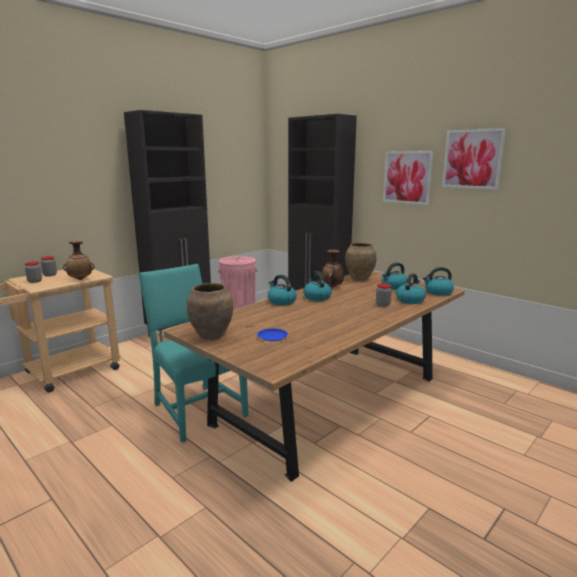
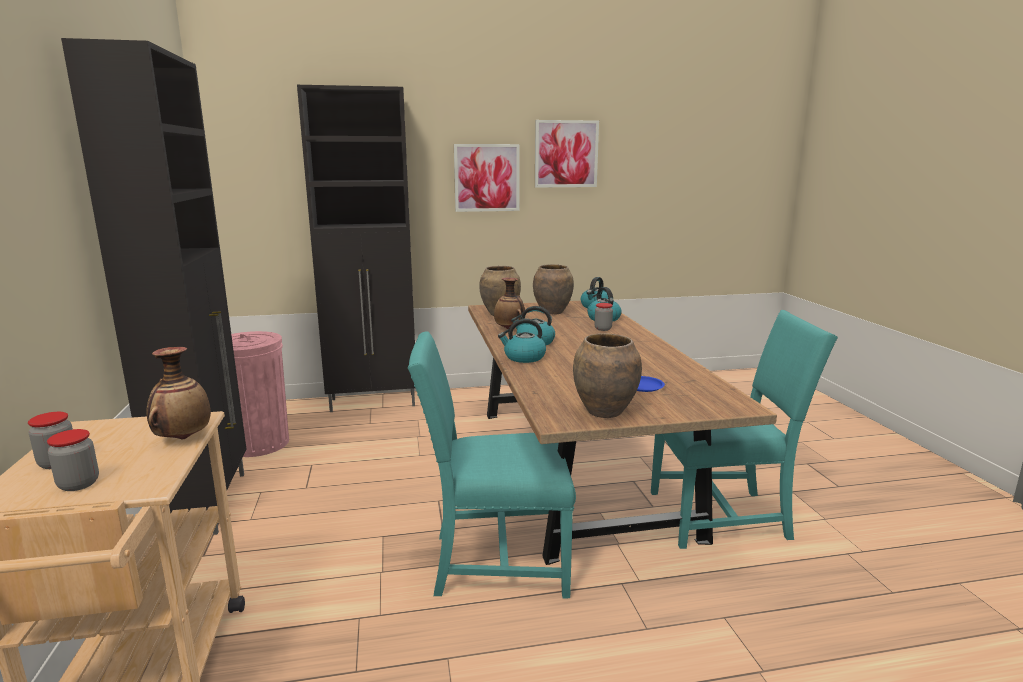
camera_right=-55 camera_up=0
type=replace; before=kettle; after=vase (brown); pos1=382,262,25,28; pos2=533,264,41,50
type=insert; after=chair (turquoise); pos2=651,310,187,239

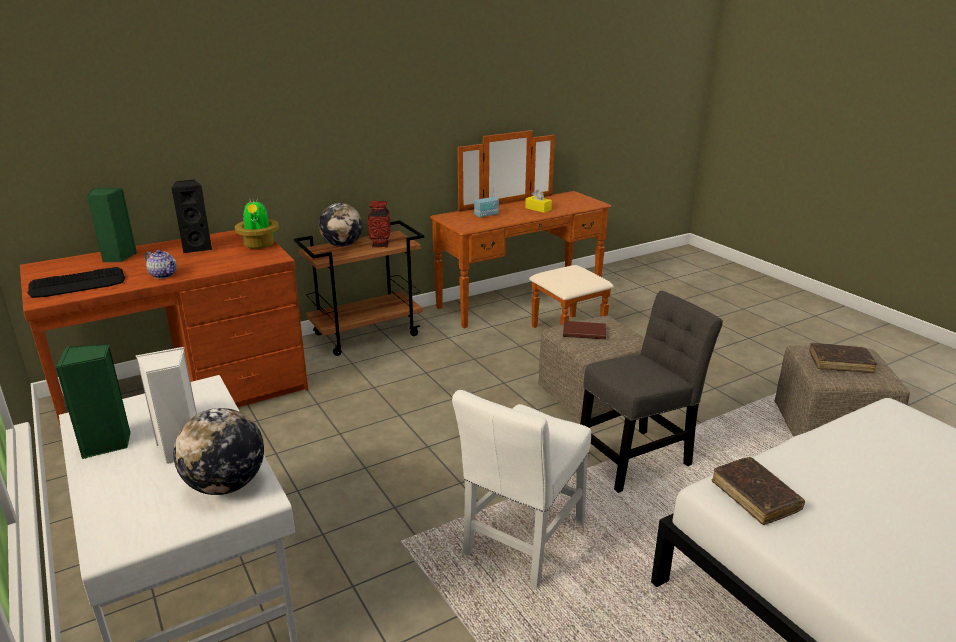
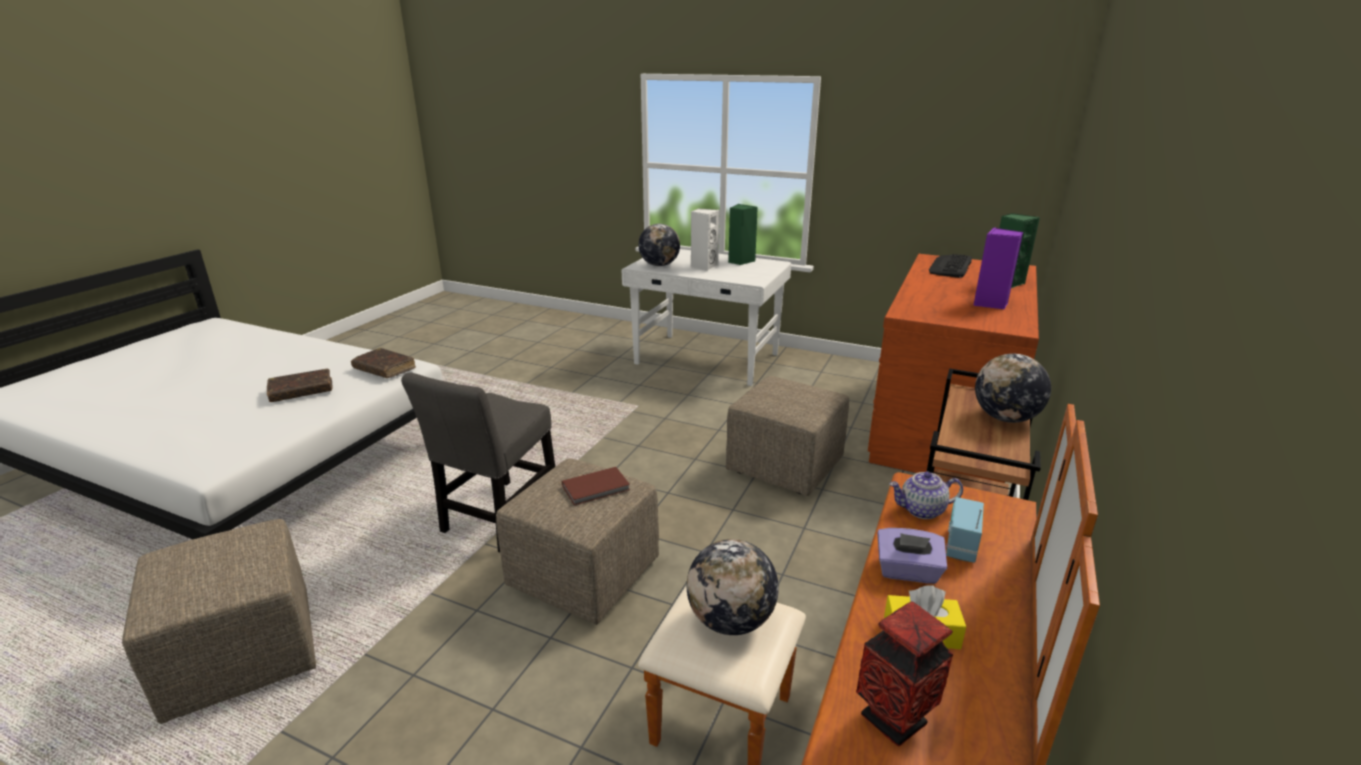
camera_right=145 camera_up=0
type=move; before=teapot; pos1=145,250,32,29; pos2=889,472,74,47
type=recolor; before=speaker (black); after=speaker (purple); pos1=171,180,41,73; pos2=973,228,50,81
type=delete; before=potted plant; pos1=235,198,44,51
type=move; before=vase; pos1=368,201,23,47; pos2=856,602,97,144
type=delete; before=chair (white); pos1=452,390,139,199
type=move; before=book (brown); pos1=809,343,68,30; pos2=267,369,65,33
type=insert; after=globe; pos2=687,539,92,96
type=insert; after=ottoman (beige); pos2=726,376,123,120
type=insert; after=tissue box (purple); pos2=877,528,70,56

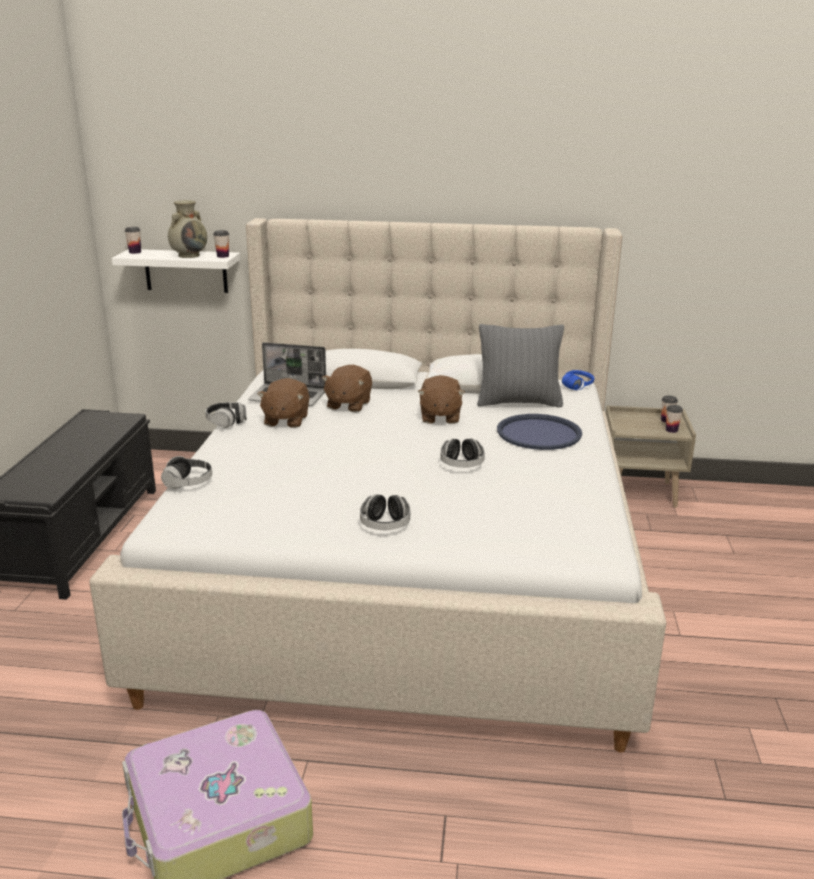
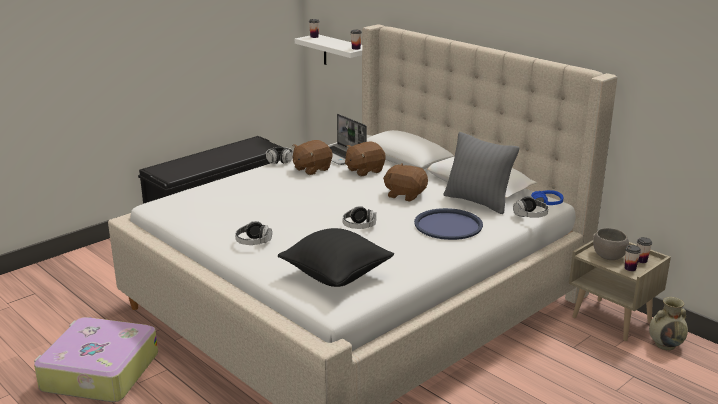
camera_right=40 camera_up=0
type=move; before=headphones; pos1=161,456,51,33; pos2=513,196,36,22
type=move; before=vase (beige); pos1=168,200,39,58; pos2=649,297,39,53
type=rotate; before=plush toy (brown); pos1=418,375,47,49; pos2=383,163,45,39; turn=75
type=insert; after=pillow (black); pos2=278,228,116,59
type=insert; after=bowl (grey); pos2=593,228,36,32

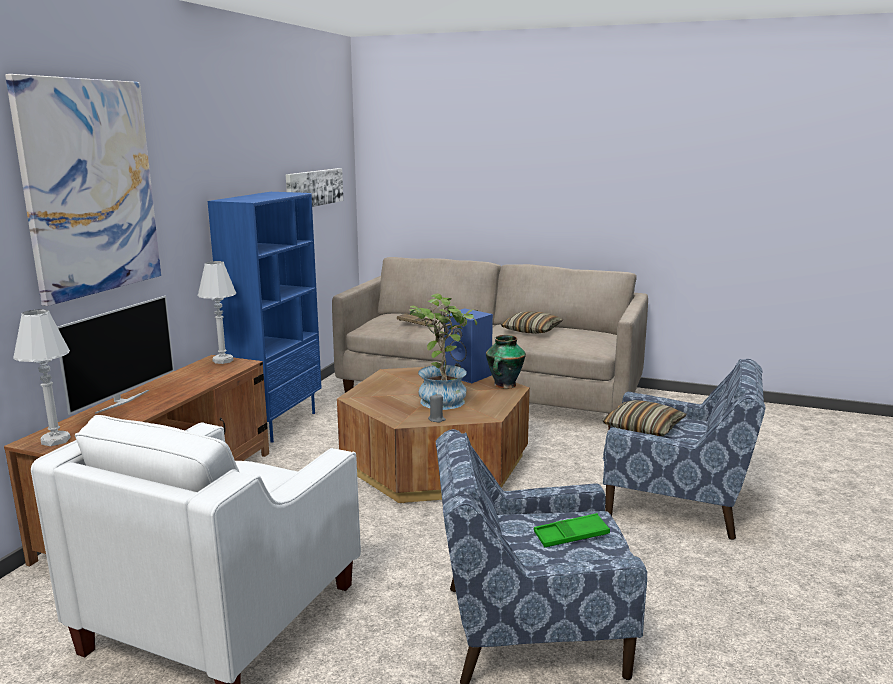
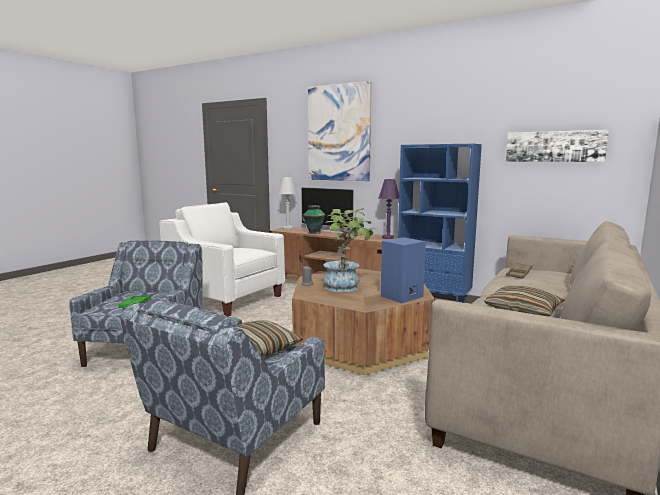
camera_right=100 camera_up=-5
type=recolor; before=table lamp (white); after=table lamp (purple); pos1=198,261,38,103; pos2=378,179,21,60
type=move; before=vase; pos1=486,335,40,54; pos2=302,205,23,29

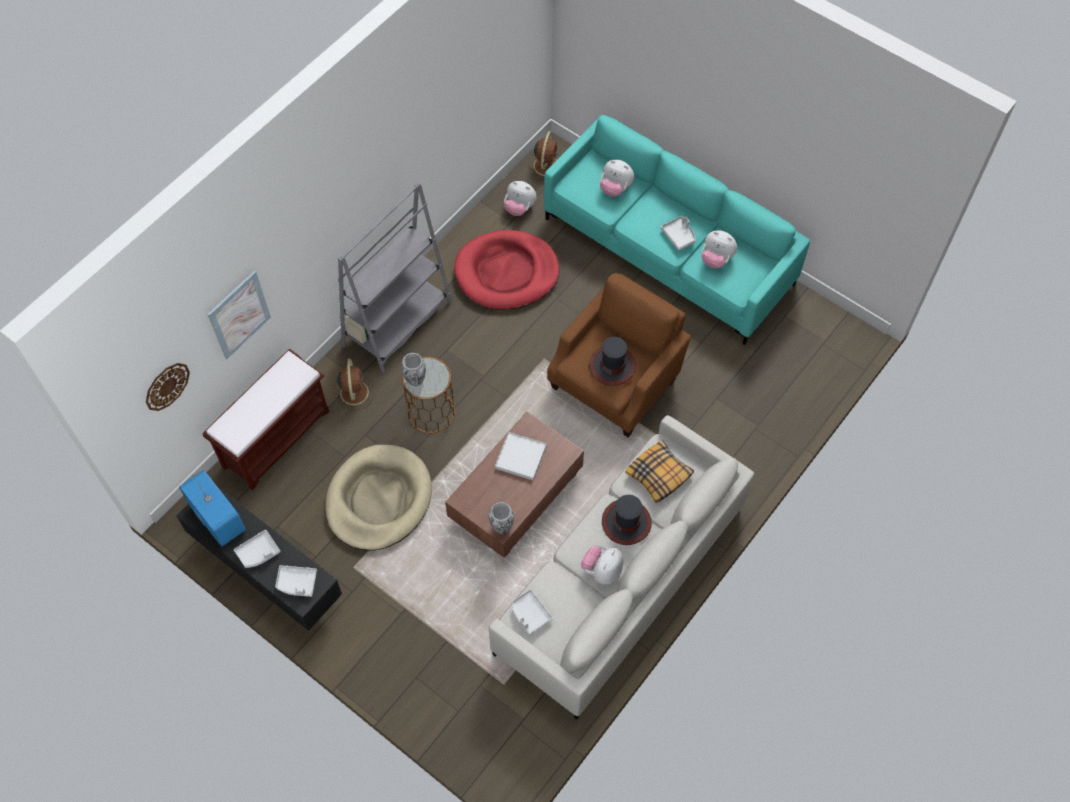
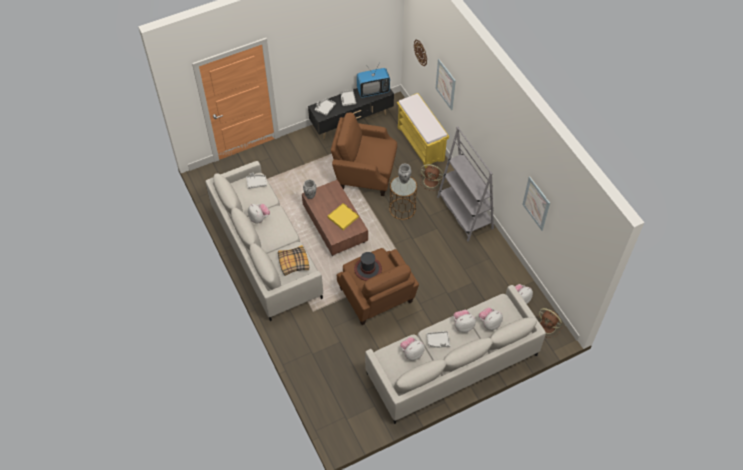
camera_right=115 camera_up=-5
type=recolor; before=bench (brown); after=bench (yellow); pos1=202,349,127,141; pos2=397,93,52,75
type=replace; before=dog bed (beige); after=armchair (brown); pos1=326,445,106,106; pos2=331,112,66,84
type=delete; before=dog bed (red); pos1=454,230,106,80
type=recolor; before=tray (white); after=tray (yellow); pos1=495,432,51,48; pos2=327,203,32,27
type=recolor; before=sofa (turquoise); after=sofa (grey); pos1=544,115,266,230; pos2=365,285,181,139
type=delete; before=hat; pos1=602,495,50,50
type=insert; after=plush toy; pos2=454,310,22,23
type=insert; after=picture; pos2=522,176,28,55

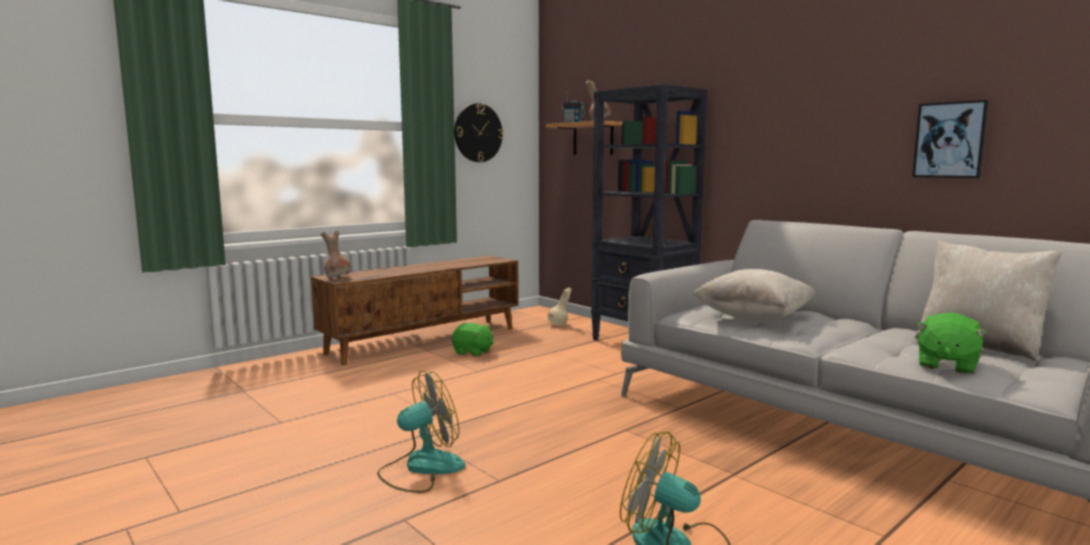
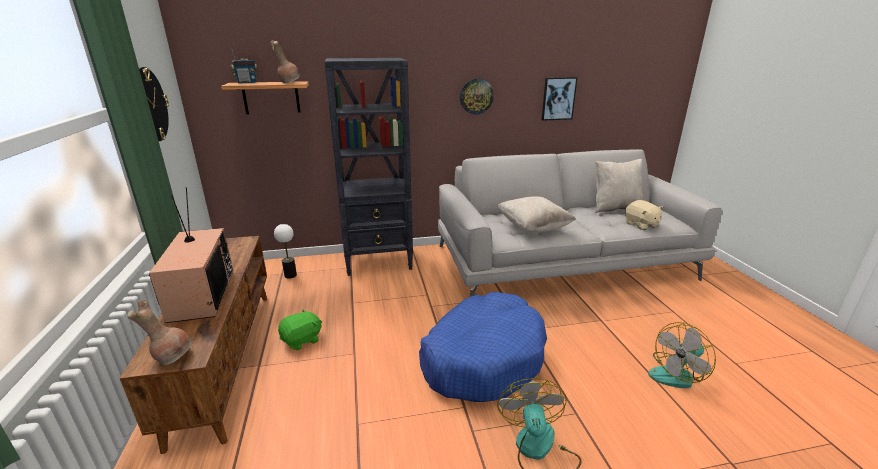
camera_right=-60 camera_up=15
type=replace; before=vase (beige); after=table lamp; pos1=547,287,25,39; pos2=274,224,23,55
type=recolor; before=plush toy (green); after=plush toy (beige); pos1=915,313,73,61; pos2=625,200,38,30
type=insert; after=television; pos2=149,187,84,136
type=insert; after=dog bed (blue); pos2=419,292,128,110
type=insert; after=wall clock; pos2=460,78,34,37

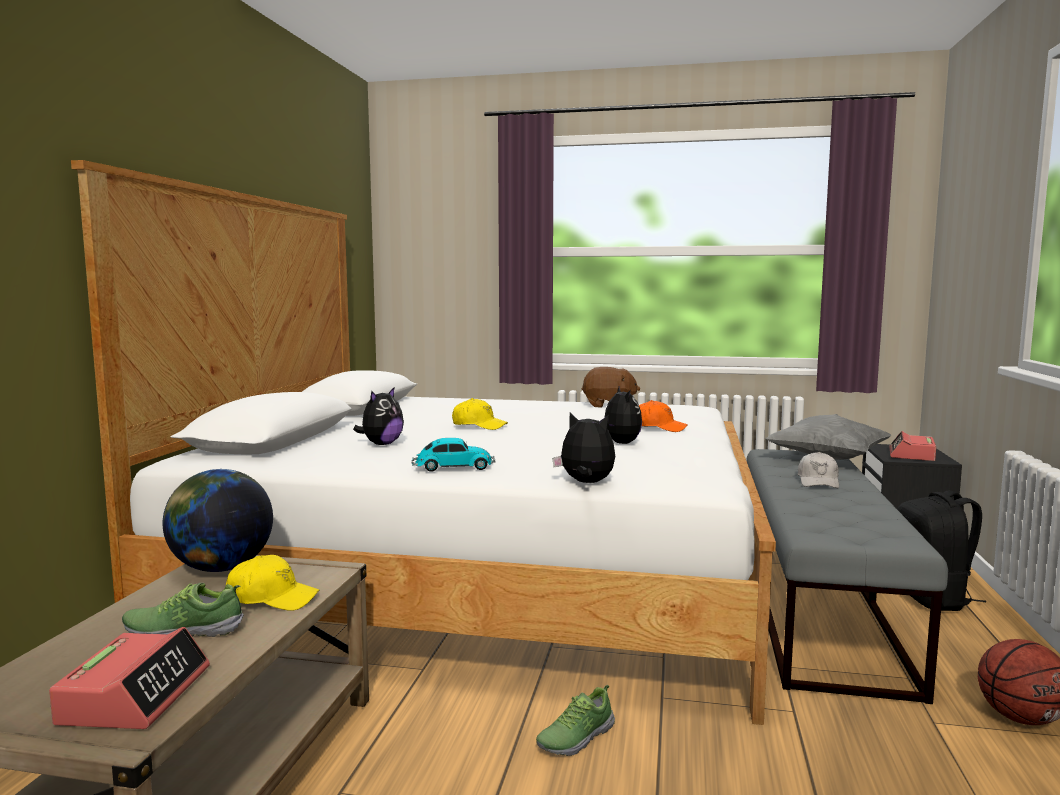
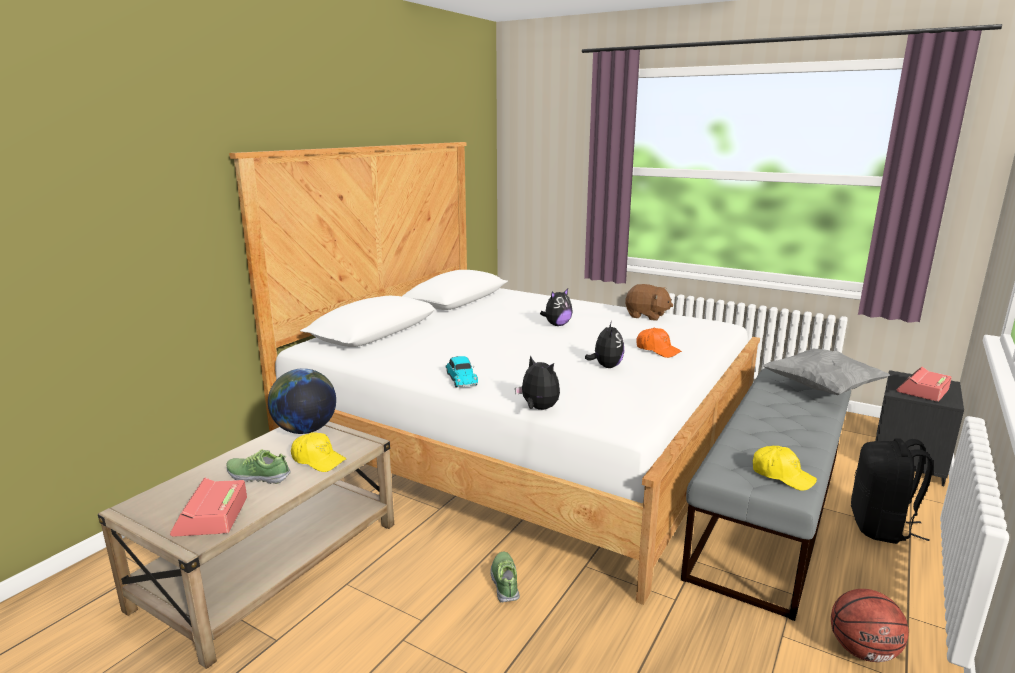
camera_right=20 camera_up=10
type=rotate; before=alarm clock; pos1=49,627,161,102; pos2=170,478,77,59; turn=150
type=move; before=plush toy; pos1=353,388,51,57; pos2=540,289,33,37
type=rotate; before=toy car; pos1=411,438,84,34; pos2=445,356,33,32; turn=60
type=move; before=cap (yellow); pos1=452,398,56,32; pos2=753,446,64,45
type=rotate; before=shoe; pos1=536,685,79,71; pos2=490,552,30,51; turn=105
type=delete; before=cap (white); pos1=798,452,41,36

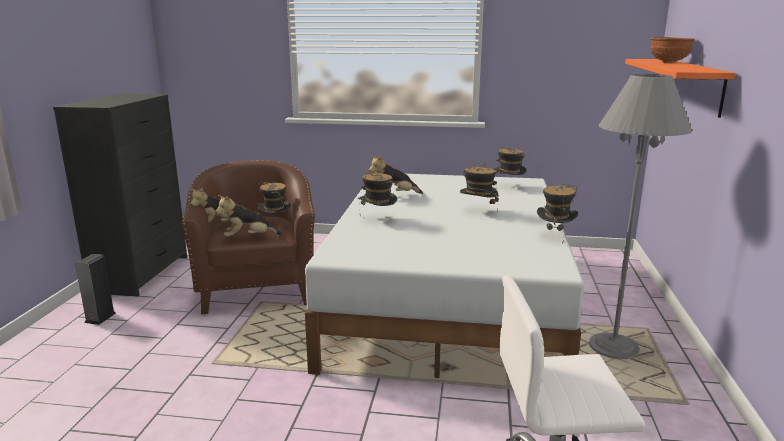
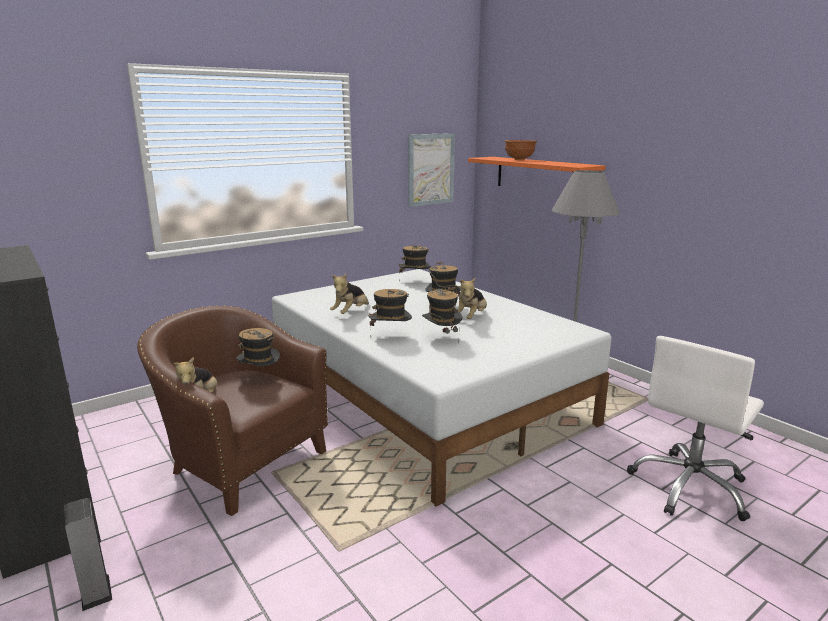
camera_right=-45 camera_up=0
type=move; before=plush toy; pos1=215,195,67,42; pos2=458,278,29,41
type=move; before=hat; pos1=537,184,41,57; pos2=422,287,40,56
type=insert; after=picture; pos2=408,133,47,74

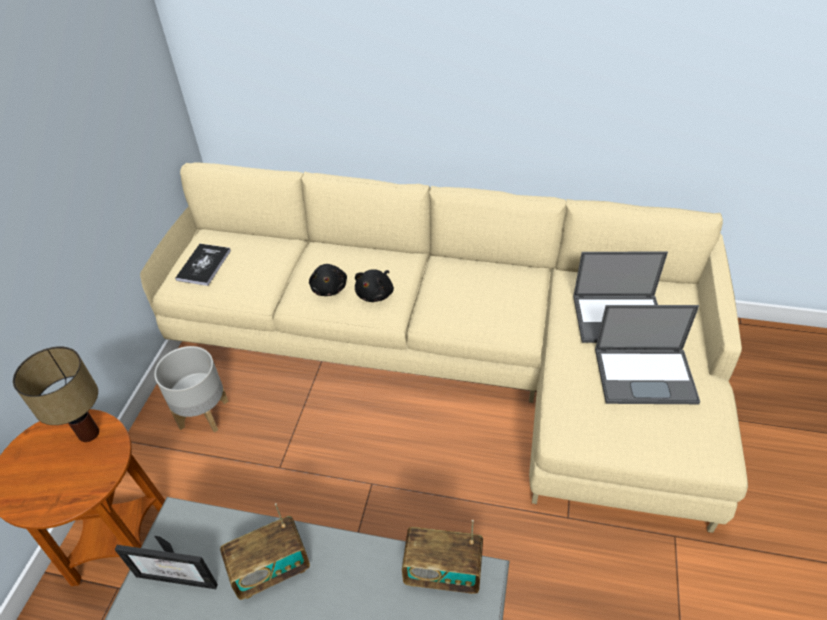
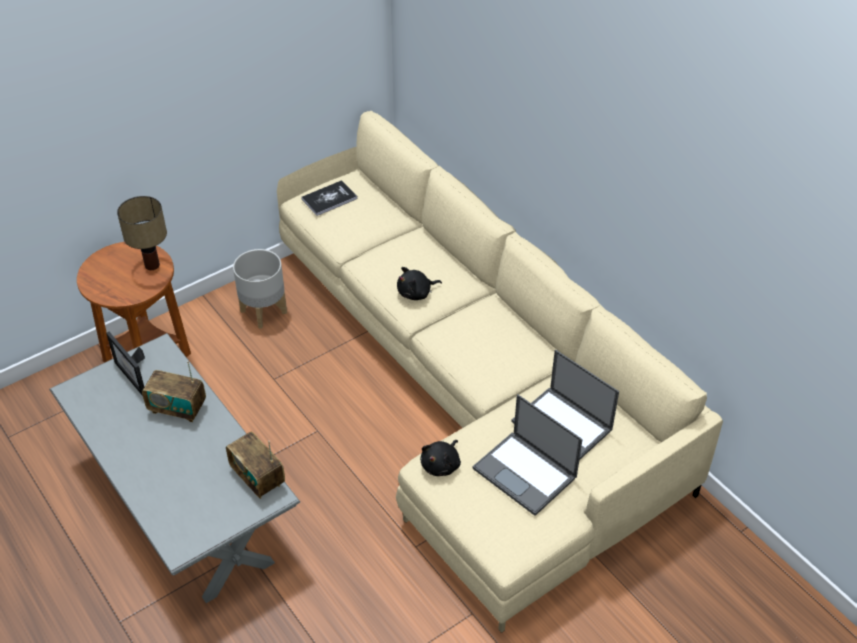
camera_right=40 camera_up=0
type=move; before=plush toy (black); pos1=309,264,38,32; pos2=420,440,41,36

